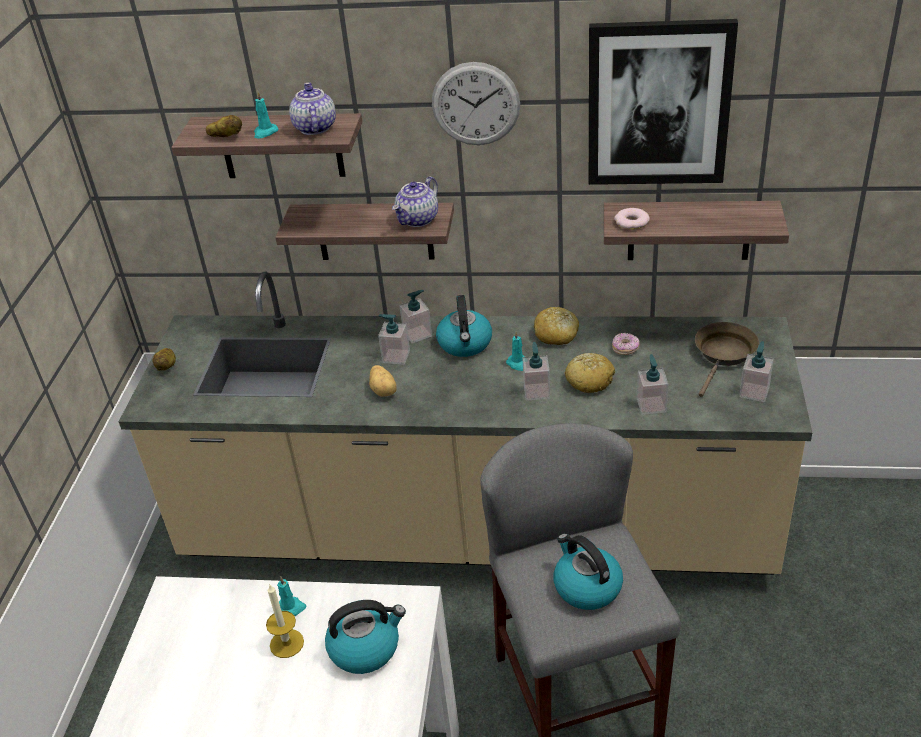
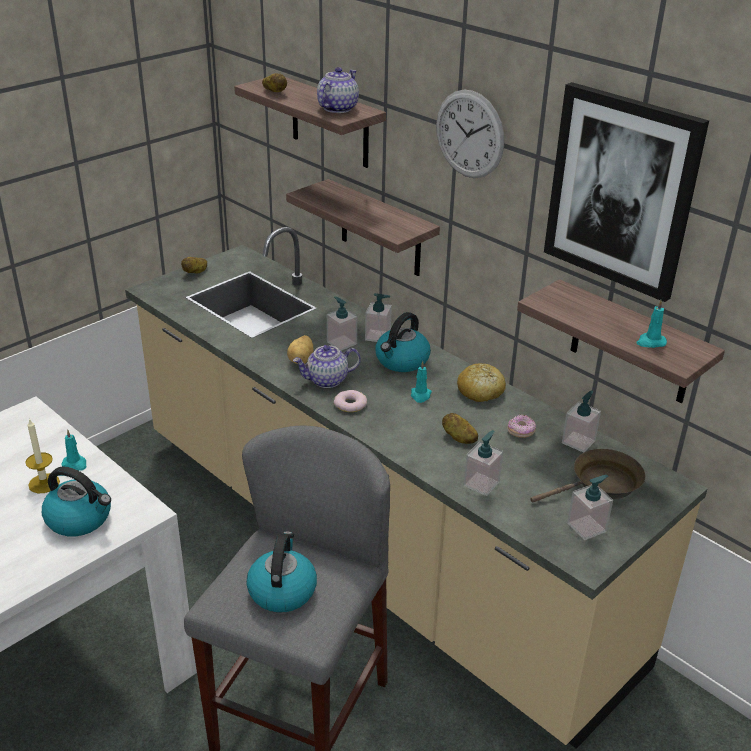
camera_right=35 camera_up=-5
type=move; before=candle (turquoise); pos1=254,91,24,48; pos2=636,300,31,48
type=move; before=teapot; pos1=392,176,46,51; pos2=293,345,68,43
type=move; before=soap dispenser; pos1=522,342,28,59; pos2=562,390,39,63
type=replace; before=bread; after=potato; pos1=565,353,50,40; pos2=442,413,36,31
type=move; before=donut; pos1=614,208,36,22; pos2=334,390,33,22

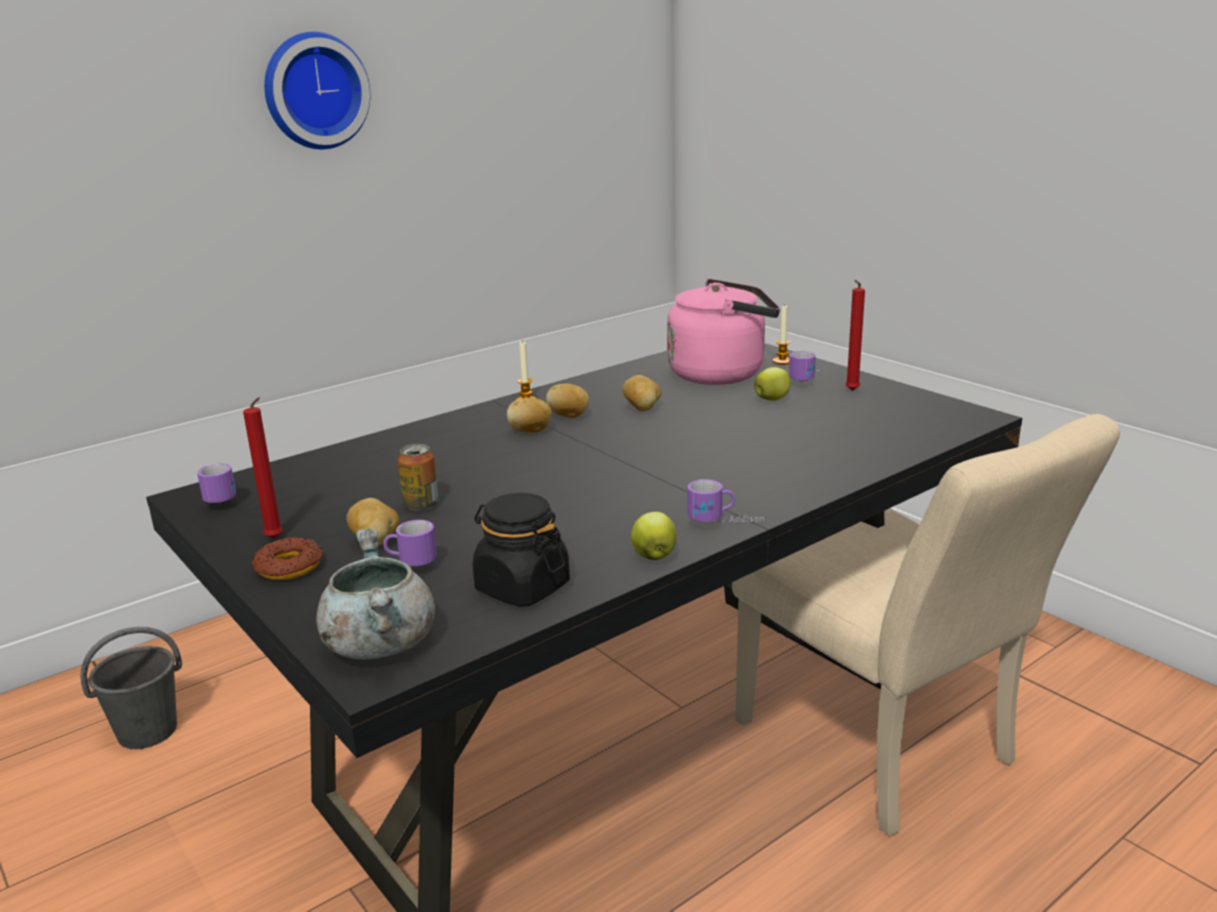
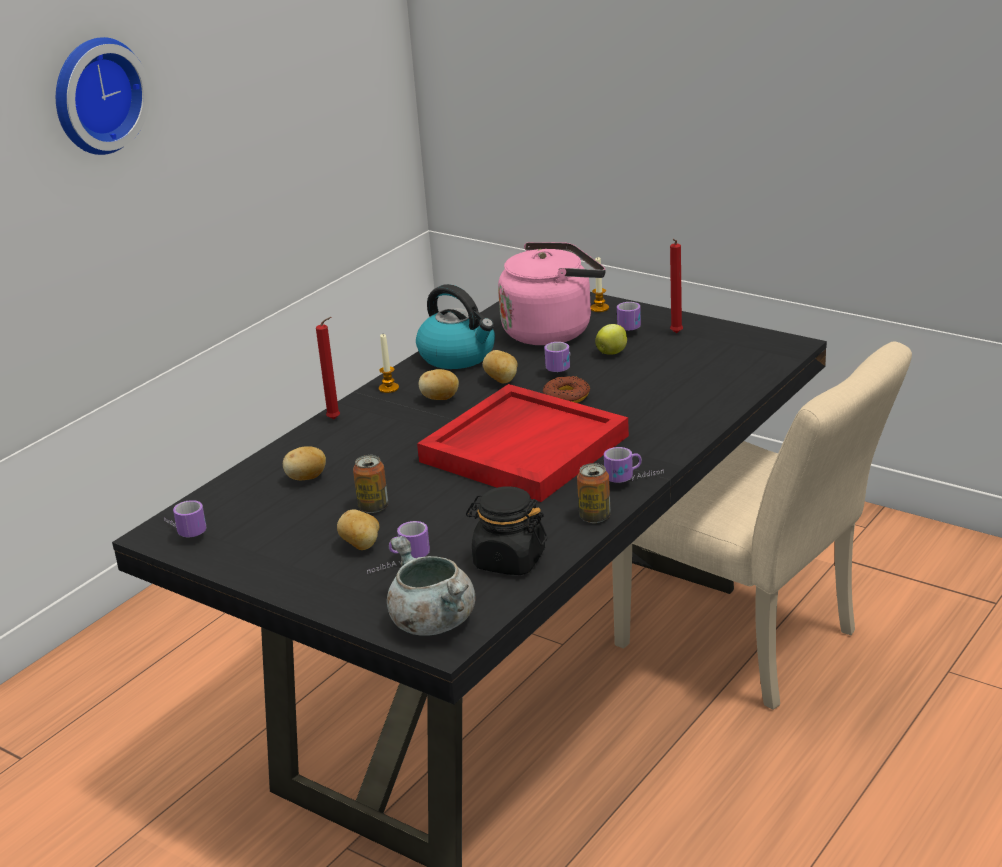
camera_right=-15 camera_up=5
type=delete; before=bucket (grey); pos1=80,627,102,122
type=move; before=candle (red); pos1=243,397,40,142; pos2=316,317,24,102
type=move; before=donut; pos1=252,537,71,43; pos2=543,376,47,27
type=move; before=potato; pos1=507,398,45,35; pos2=283,446,43,34
type=replace; before=apple; after=can; pos1=631,512,46,48; pos2=577,463,34,60
type=insert; after=kettle; pos2=416,284,79,85
type=insert; after=tray (red); pos2=417,384,212,118
type=insert; after=mug; pos2=544,342,27,31

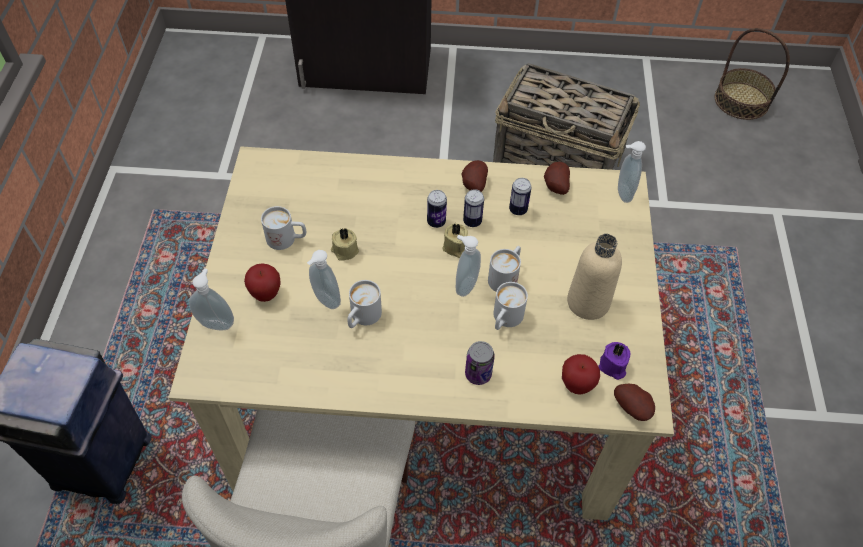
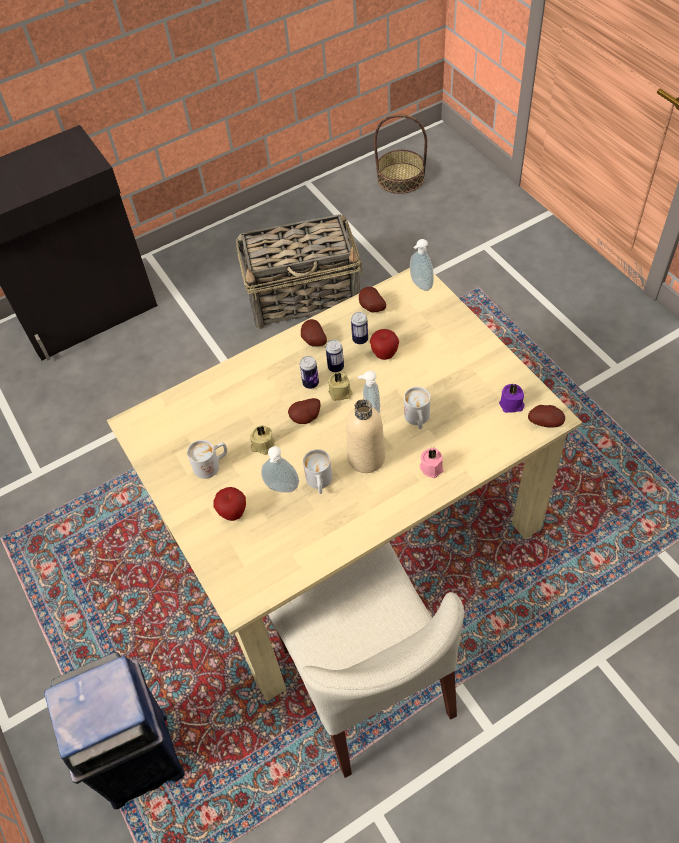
camera_right=-30 camera_up=0
type=delete; before=soap dispenser; pos1=189,268,45,62
type=replace; before=can; after=candle (pink); pos1=465,341,30,44; pos2=420,448,24,30
type=delete; before=mug (white); pos1=488,246,33,46
type=move; before=apple; pos1=562,354,38,41; pos2=370,329,29,31
type=move; before=bottle (beige); pos1=567,234,55,86; pos2=346,399,39,74
type=insert; after=potato; pos2=288,398,33,26

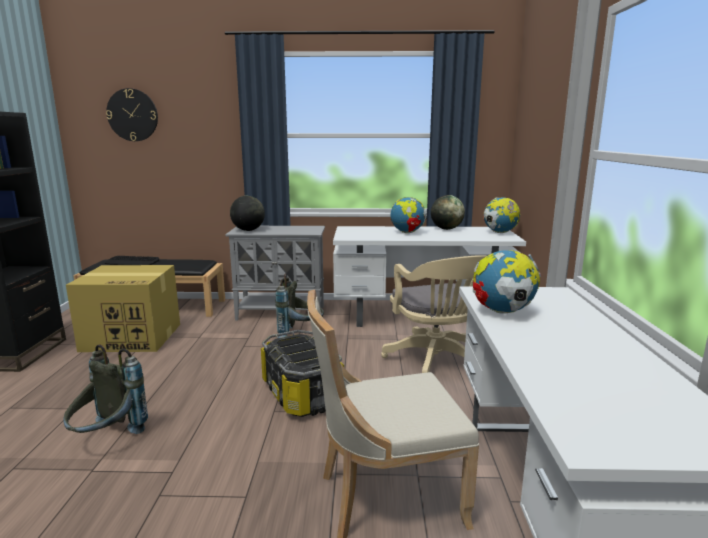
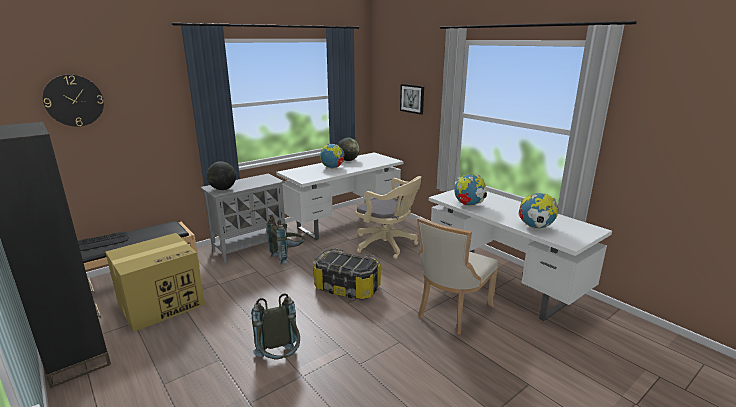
camera_right=-40 camera_up=5
type=move; before=globe; pos1=484,197,36,36; pos2=518,193,41,36
type=insert; after=picture; pos2=400,84,24,31

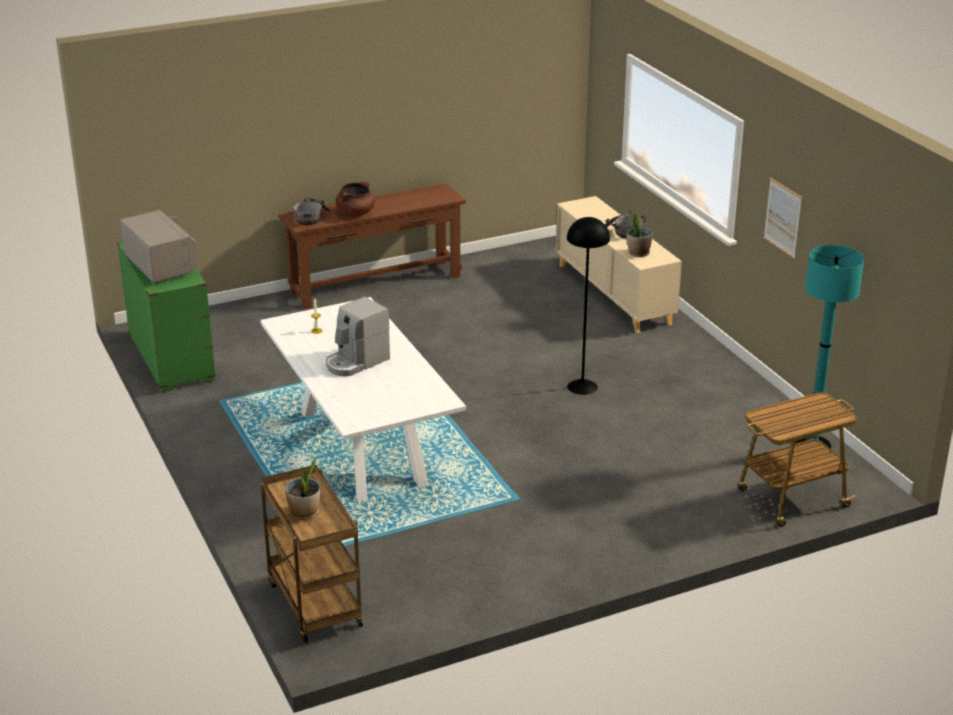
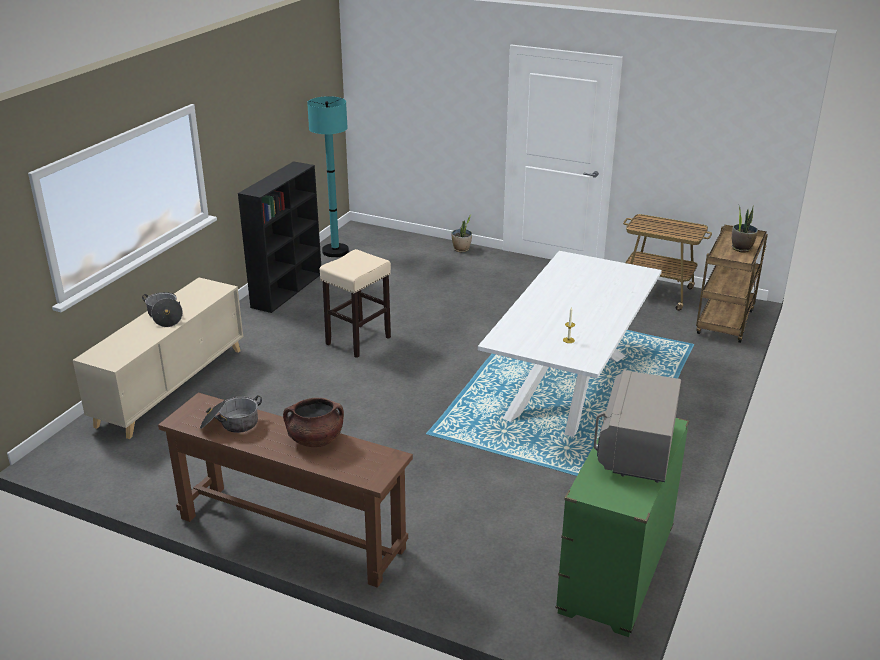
camera_right=-130 camera_up=0
type=move; before=cooking pot; pos1=293,198,38,27; pos2=200,395,62,38
type=delete; before=coffee machine; pos1=326,297,64,79
type=replace; before=floor lamp (black); after=stool (beige); pos1=567,217,43,178; pos2=320,249,71,109
type=move; before=potted plant; pos1=627,210,25,47; pos2=451,214,21,38
type=move; before=cart; pos1=738,392,119,135; pos2=623,214,89,97
type=delete; before=picture; pos1=764,178,38,81
type=insert; after=bookcase (black); pos2=238,161,83,152

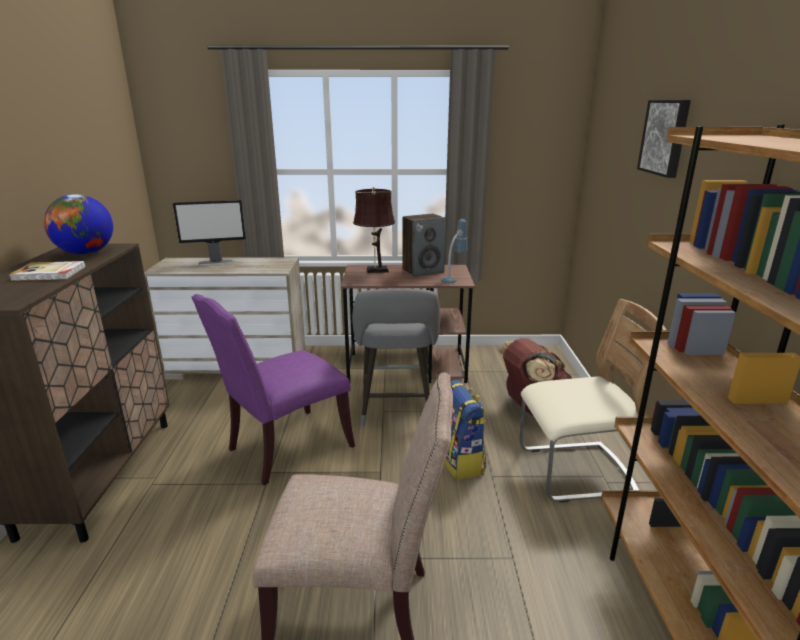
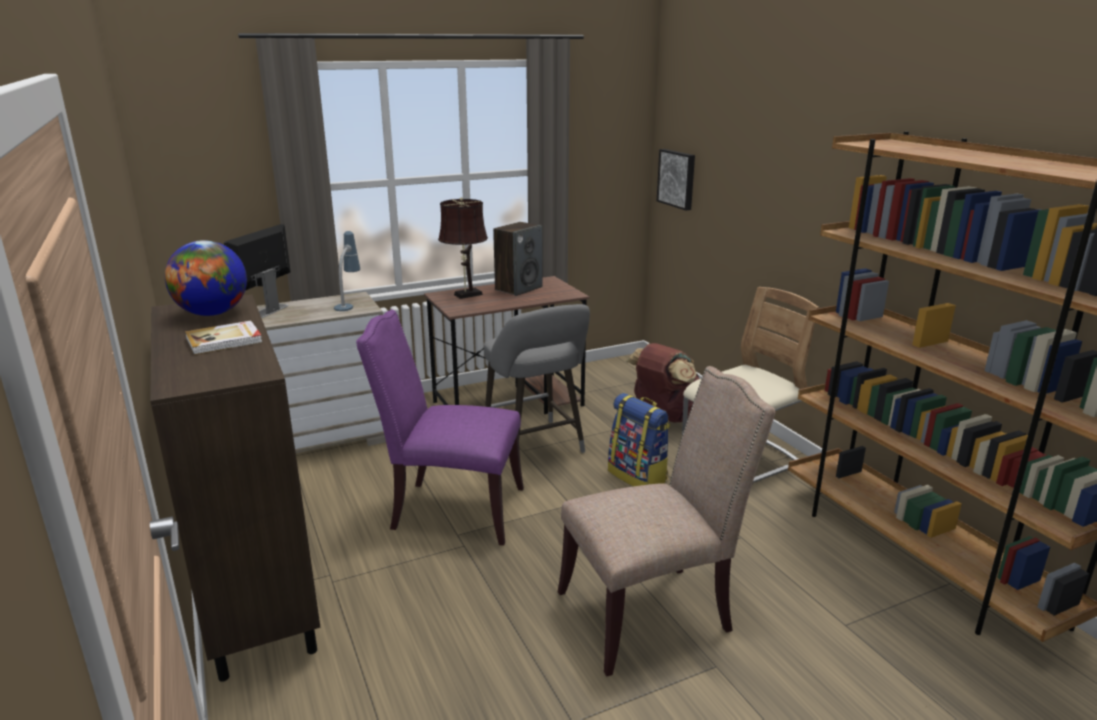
camera_right=-25 camera_up=0
type=rotate; before=monitor; pos1=173,200,73,65; pos2=224,224,67,94; turn=150
type=rotate; before=chair (purple); pos1=192,294,163,191; pos2=356,310,168,236; turn=75
type=move; before=table lamp; pos1=441,219,27,64; pos2=334,231,26,80
type=move; before=picture; pos1=637,100,54,78; pos2=657,149,38,62

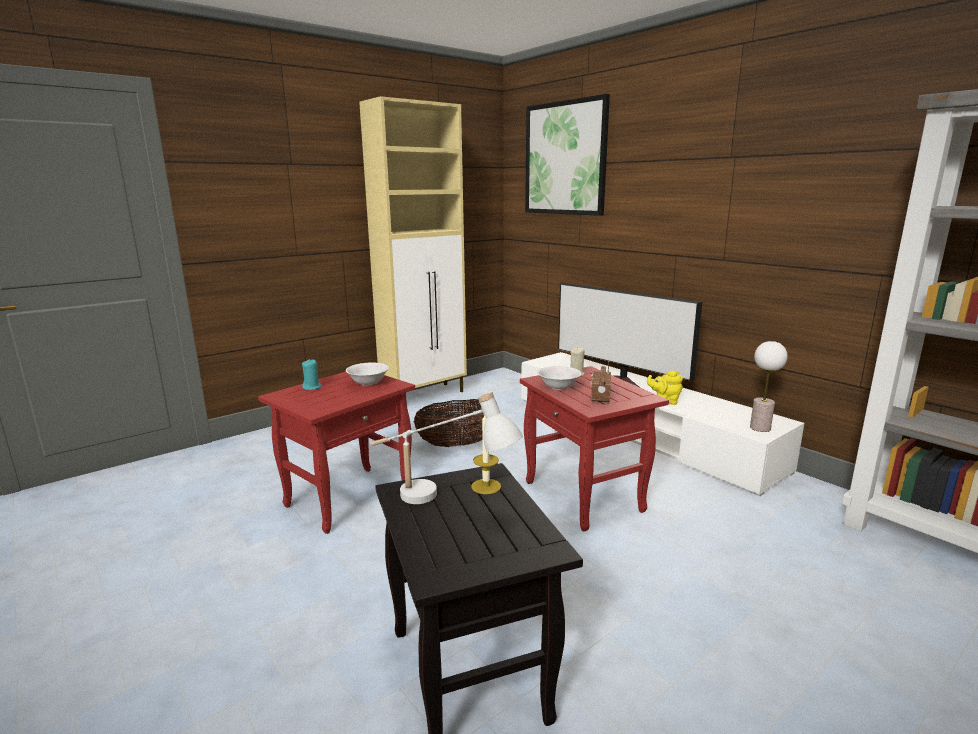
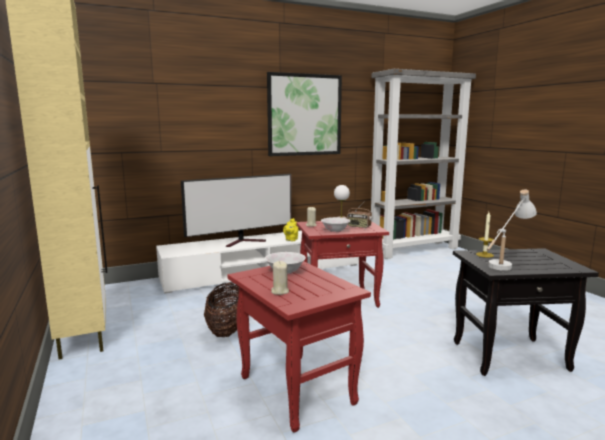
camera_right=-75 camera_up=-5
type=recolor; before=candle (turquoise); after=candle (beige); pos1=302,360,20,30; pos2=271,261,18,34
type=move; before=picture; pos1=525,94,85,122; pos2=267,72,75,84

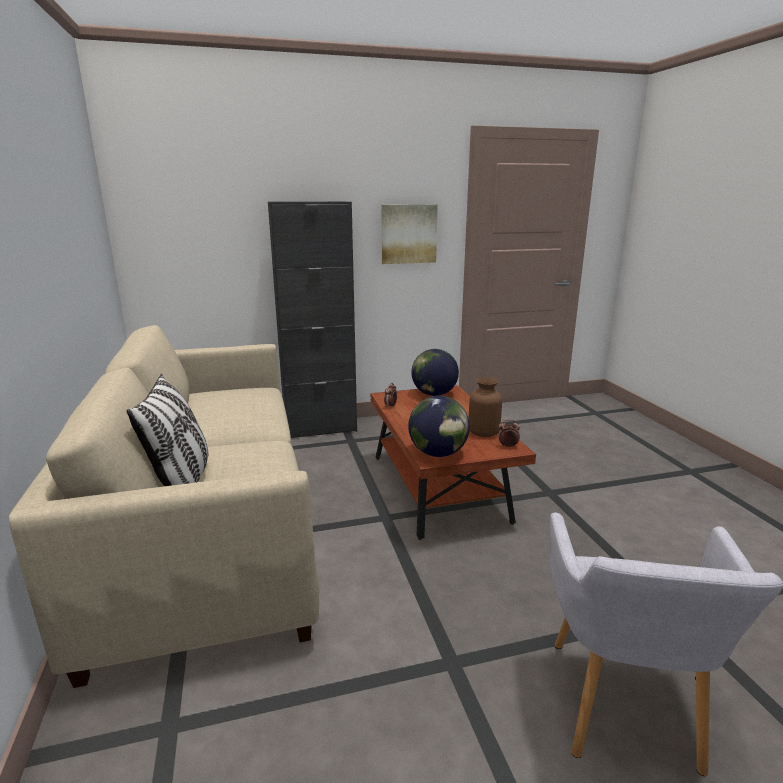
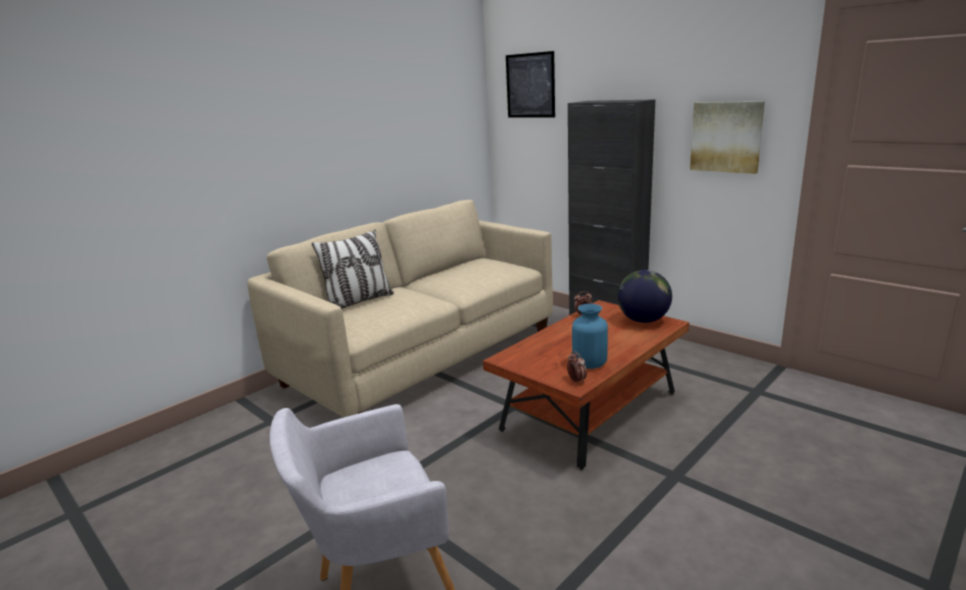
camera_right=60 camera_up=0
type=delete; before=globe; pos1=408,396,62,61
type=recolor; before=vase (brown); after=vase (blue); pos1=469,377,33,60; pos2=572,304,36,65
type=insert; after=picture; pos2=506,51,49,67

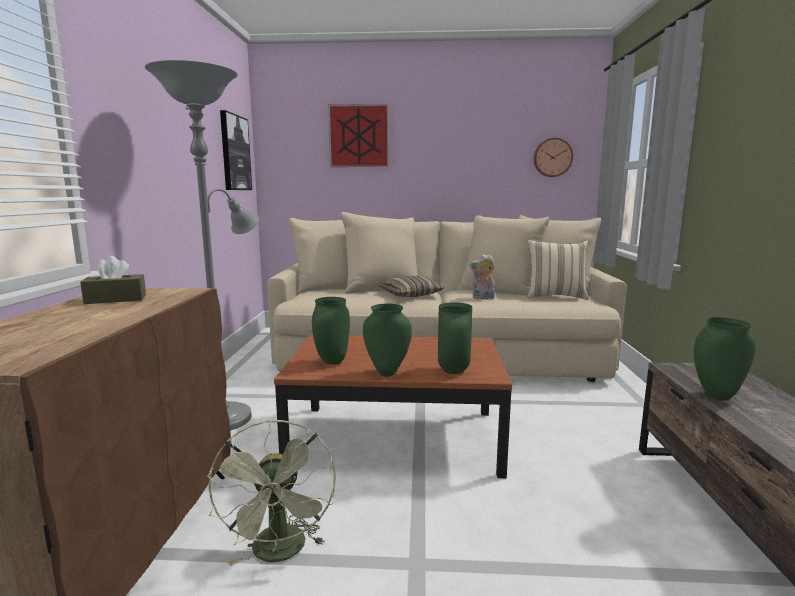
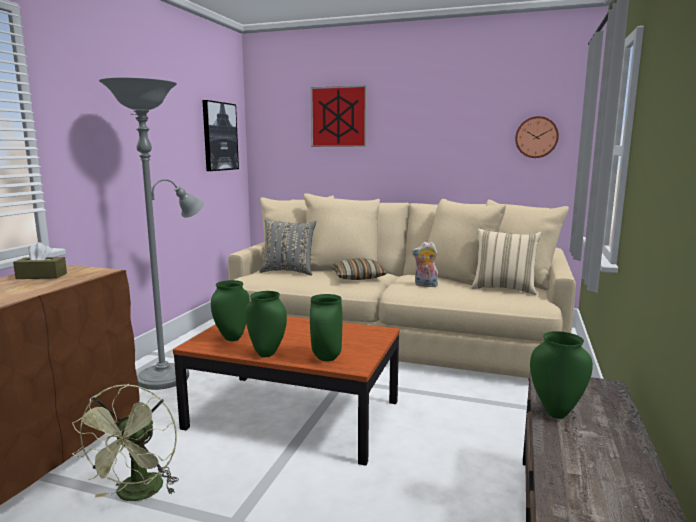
camera_right=15 camera_up=0
type=insert; after=pillow (grey); pos2=259,219,57,57

